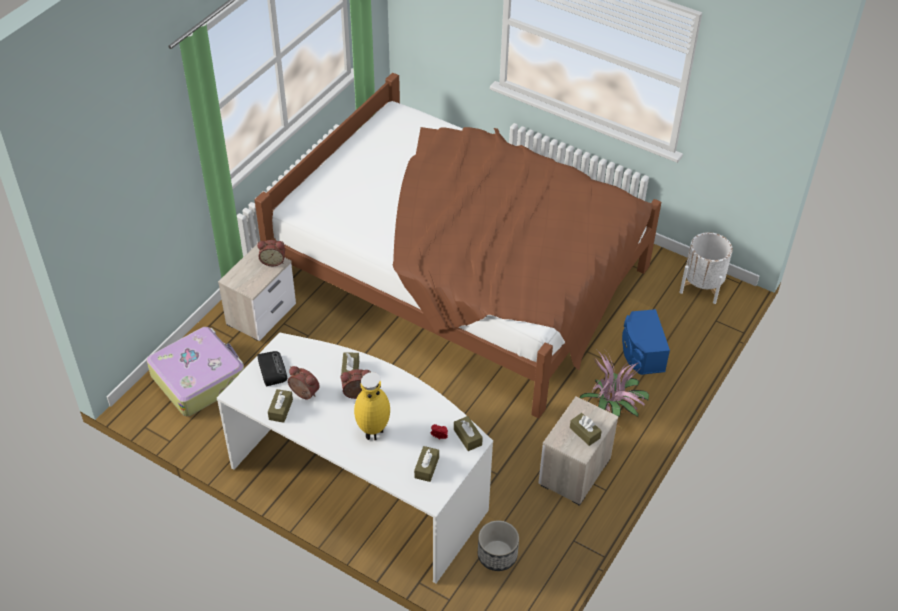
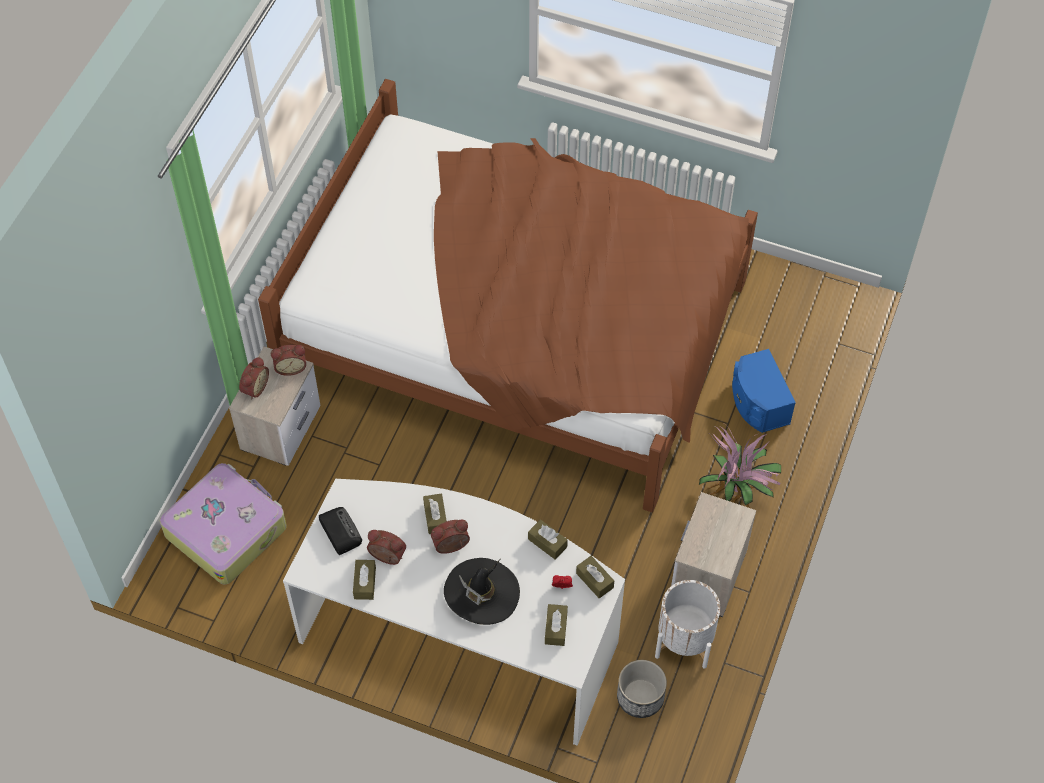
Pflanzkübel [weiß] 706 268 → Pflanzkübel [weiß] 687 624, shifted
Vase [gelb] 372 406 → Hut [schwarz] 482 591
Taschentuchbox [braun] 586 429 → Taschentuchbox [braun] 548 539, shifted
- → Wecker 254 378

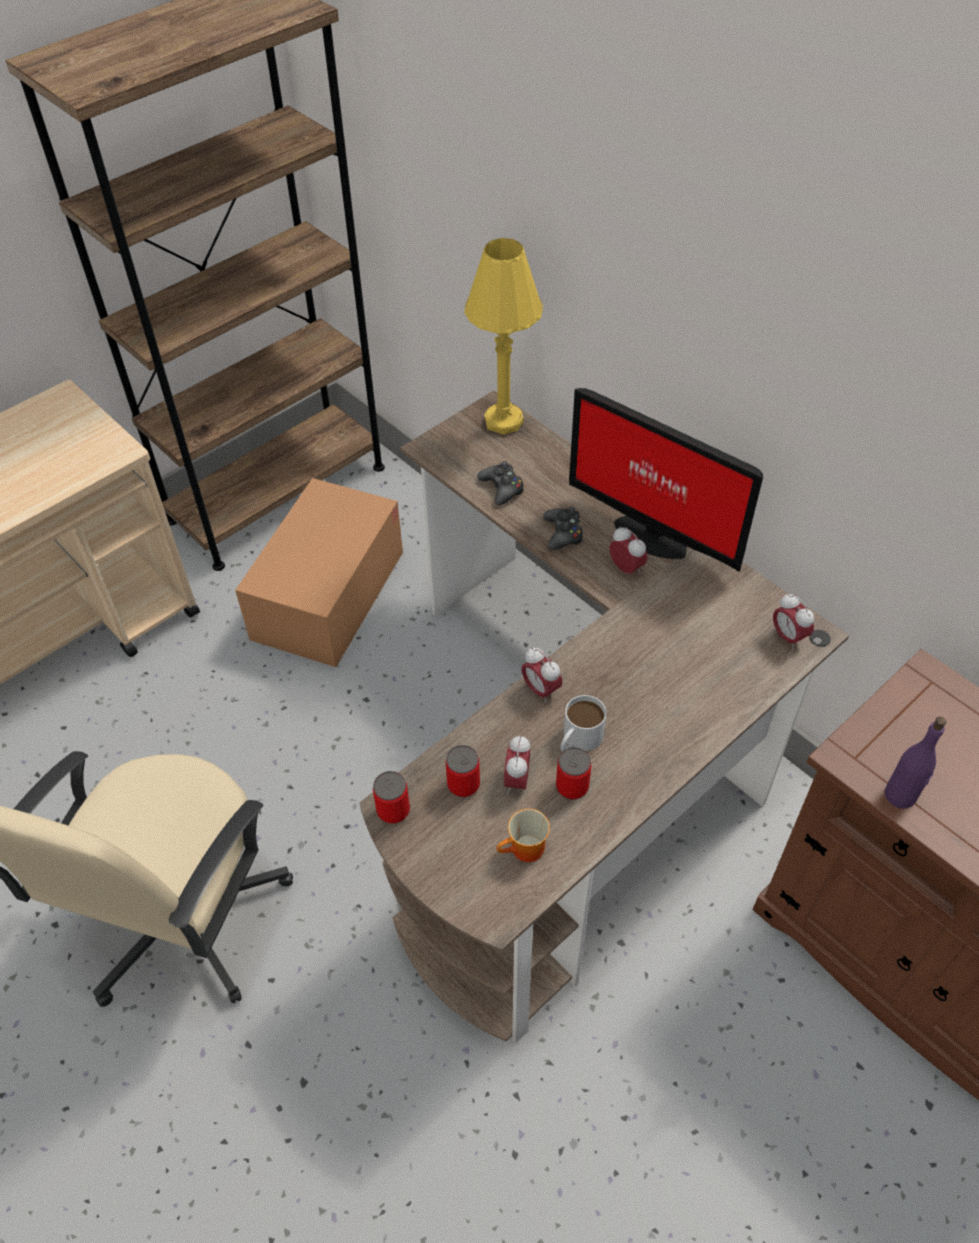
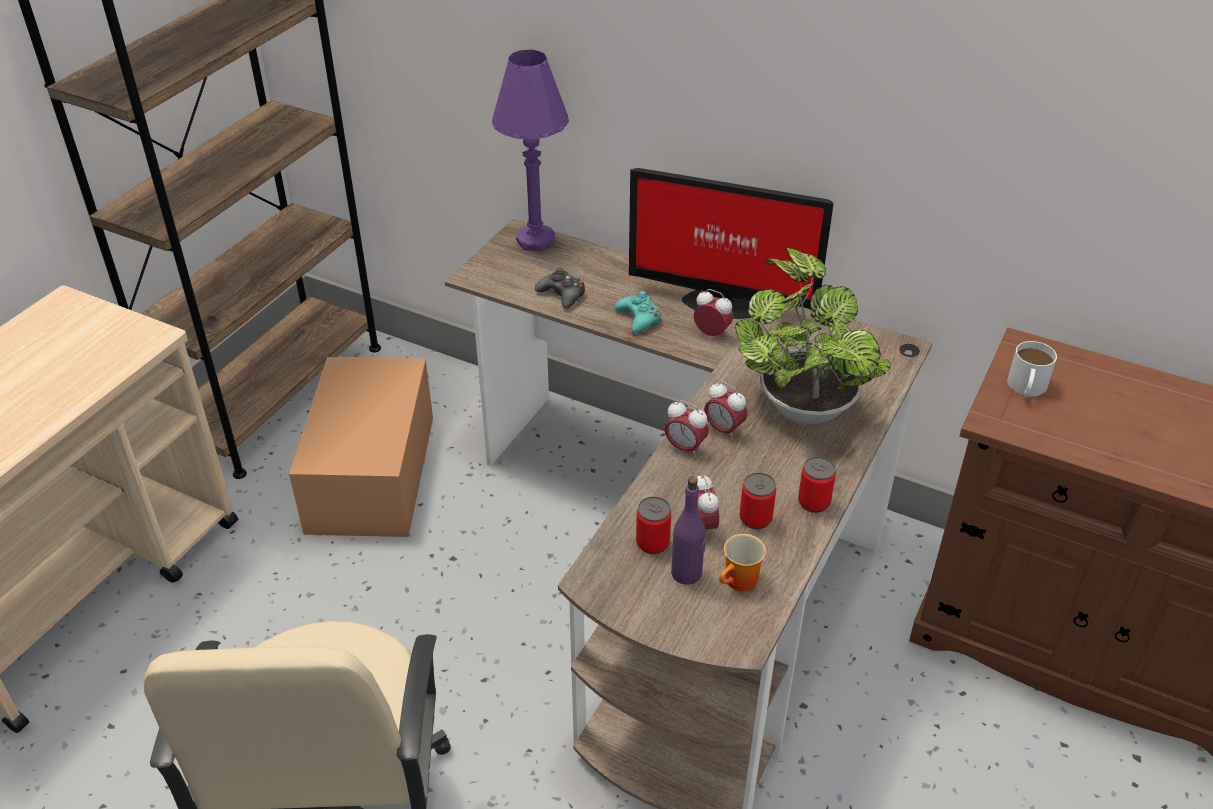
Tischlampe [gelb] 503 336 → Tischlampe [lila] 530 151
Gamepad [schwarz] 563 528 → Gamepad [türkis] 638 312
Wecker 793 621 → Wecker 725 411, shifted
Henkelbecher [weiß] 583 723 → Henkelbecher [weiß] 1032 369, shifted
Flasche [lila] 915 763 → Flasche [lila] 688 530, shifted
Dose 391 797 → Dose 817 485, shifted
- → Topfpflanze 813 336

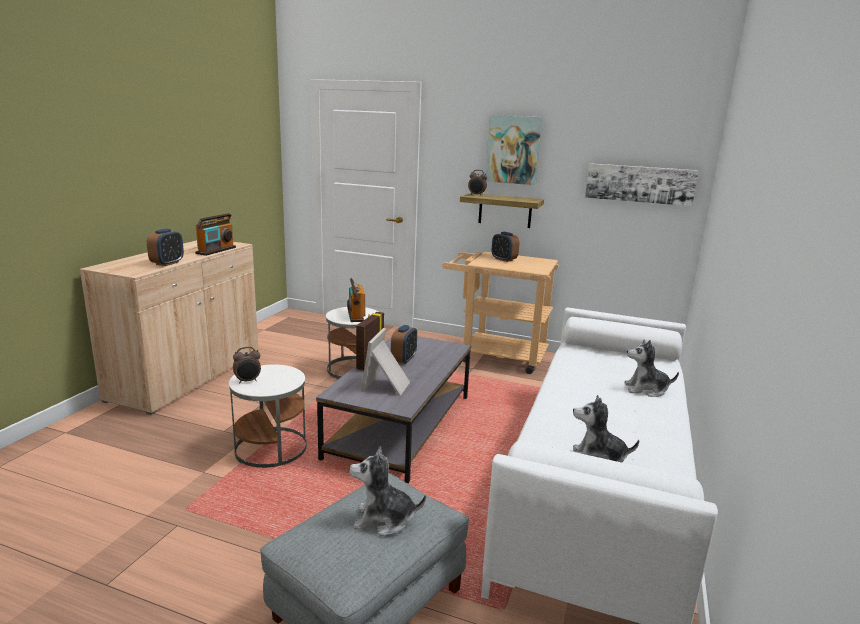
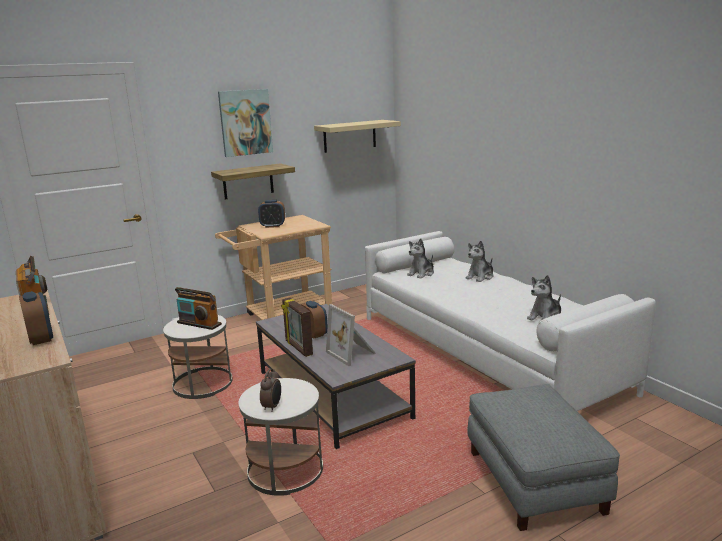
Bild 642 184 → Wandregal [beige] 357 136
Wecker 477 183 → -
Plüschtier 388 491 → Plüschtier 420 258, shifted

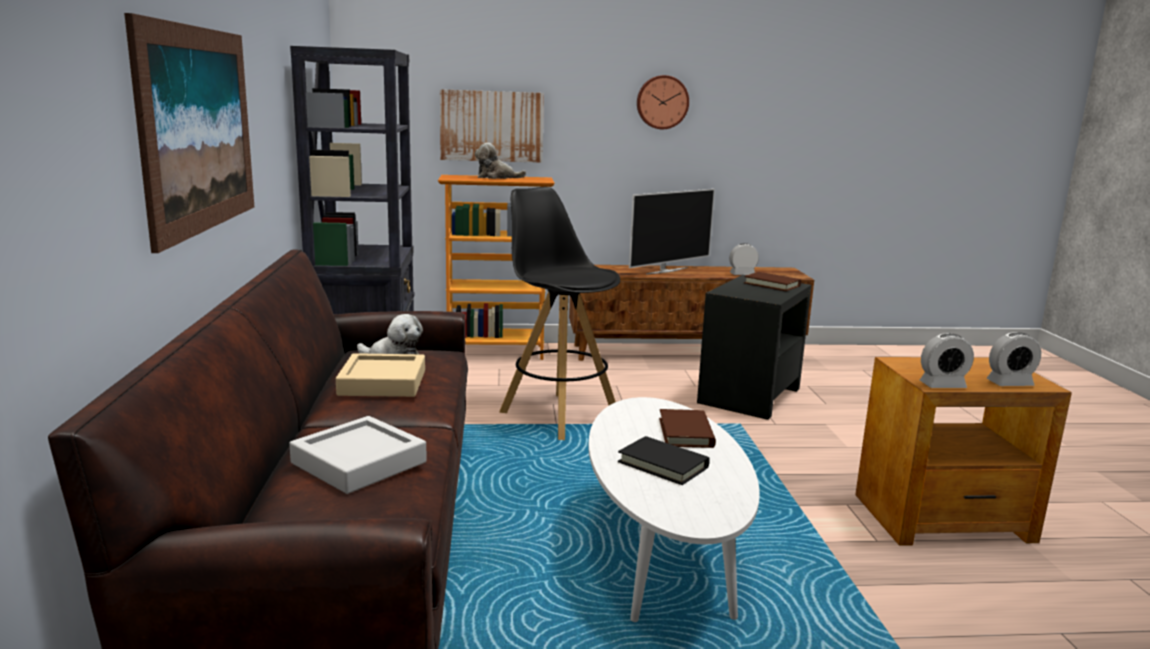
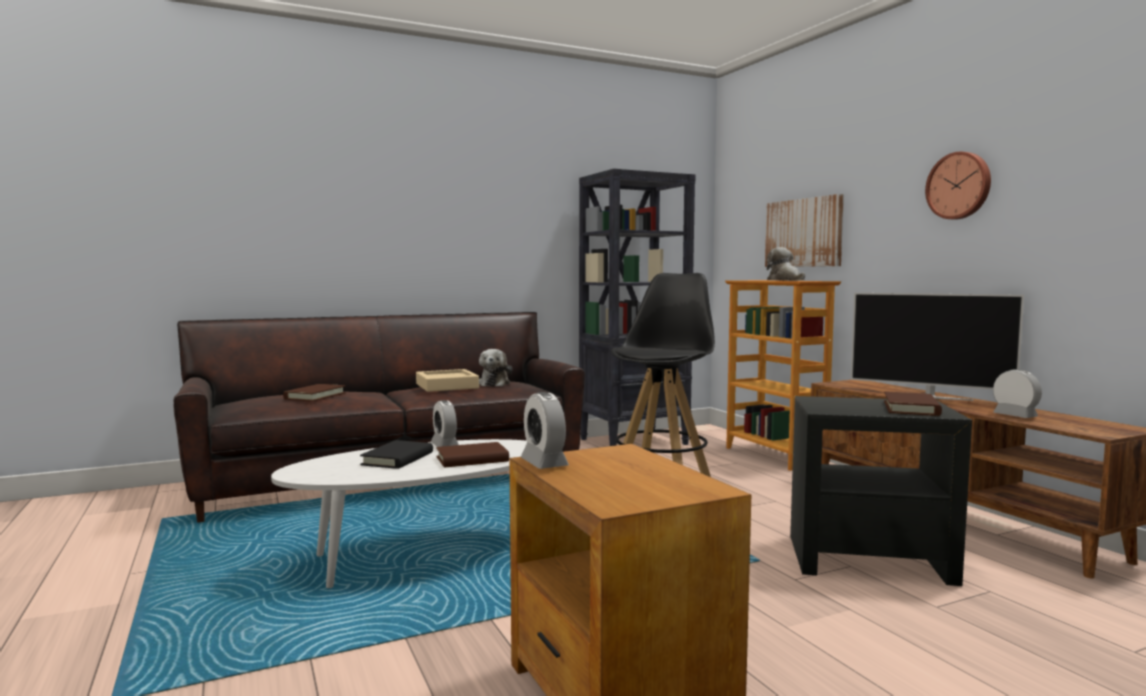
Bild 189 133 → -
Wecker 1013 359 → Wecker 445 423, shifted
Tablett [grau] 358 455 → Buch [braun] 314 393

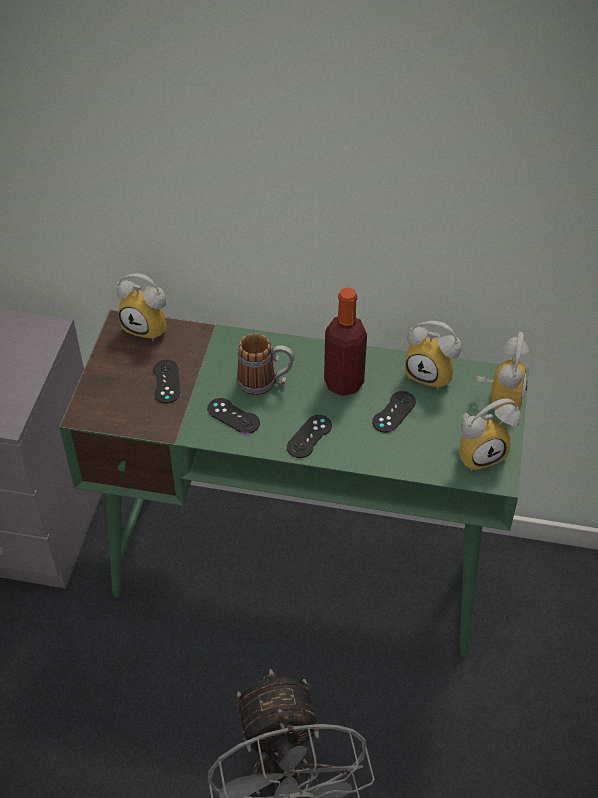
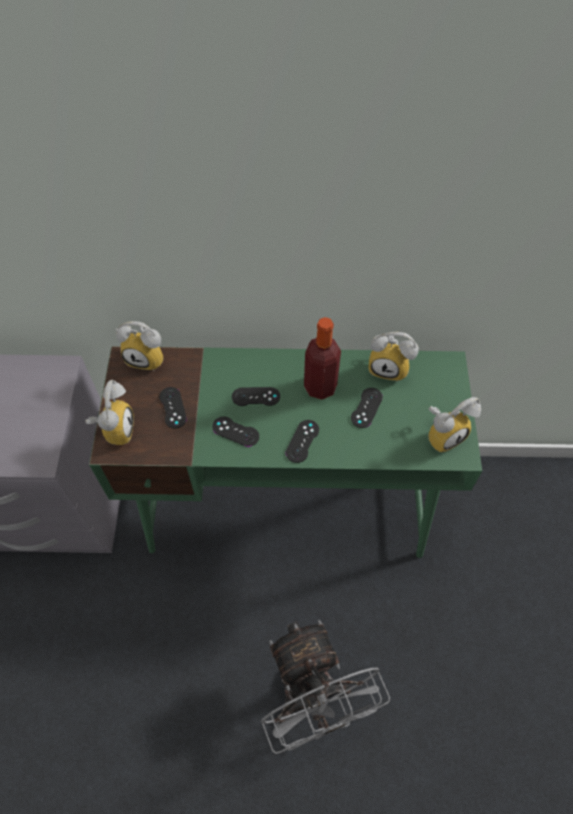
Wecker 502 371 → Wecker 110 412, shifted
Henkelbecher 265 364 → Gamepad [schwarz] 256 396

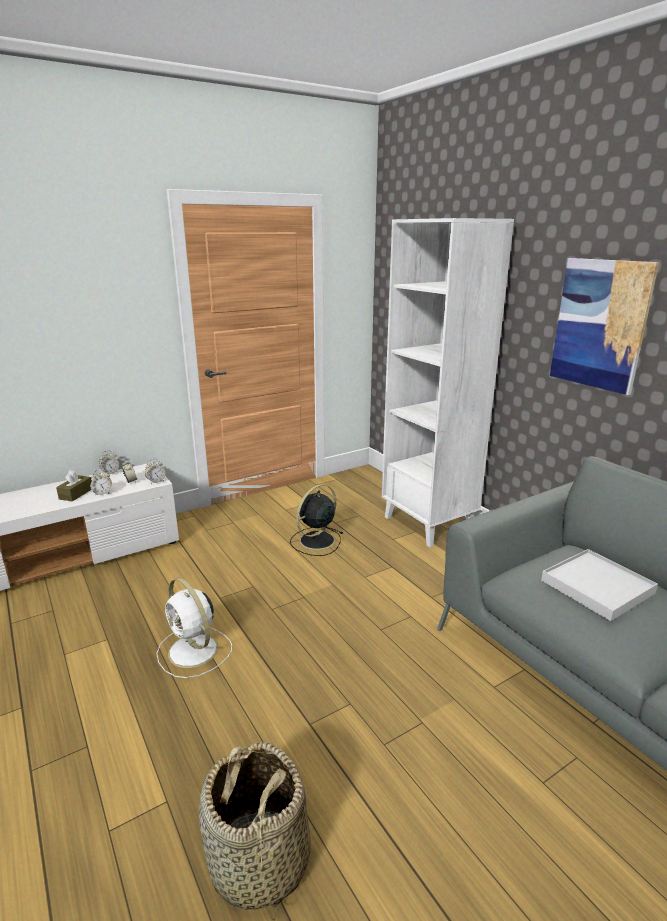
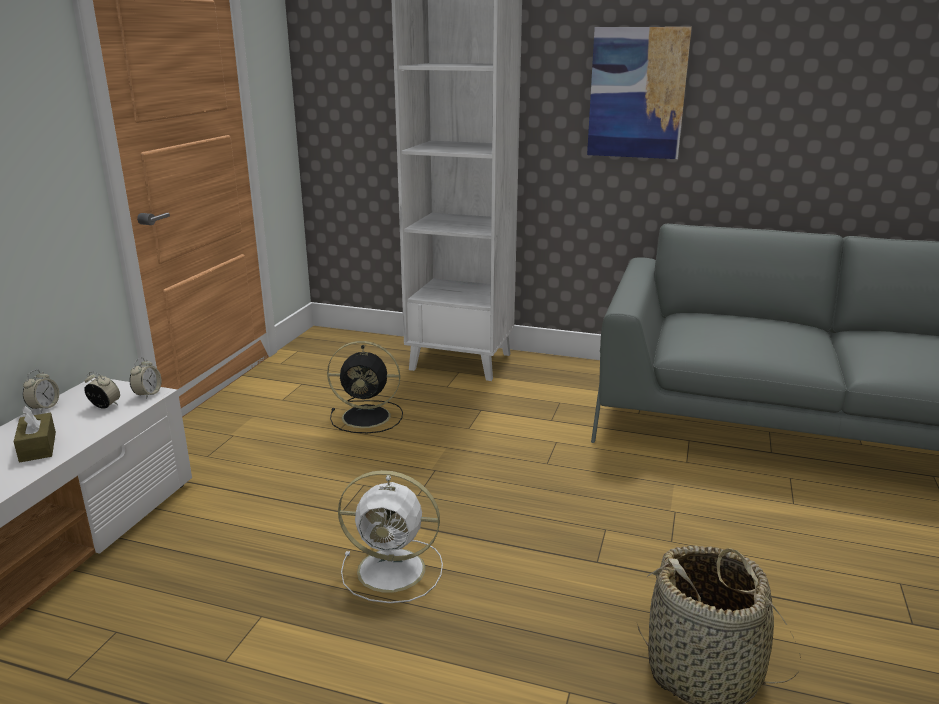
Wecker 101 482 → -
Ventilator [schwarz] 316 520 → Ventilator [schwarz] 365 387, 90 degrees counterclockwise
Tablett [weiß] 599 585 → -

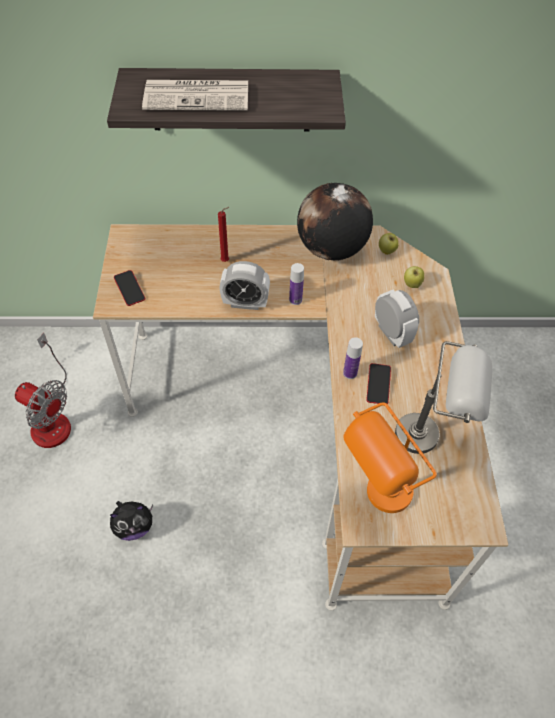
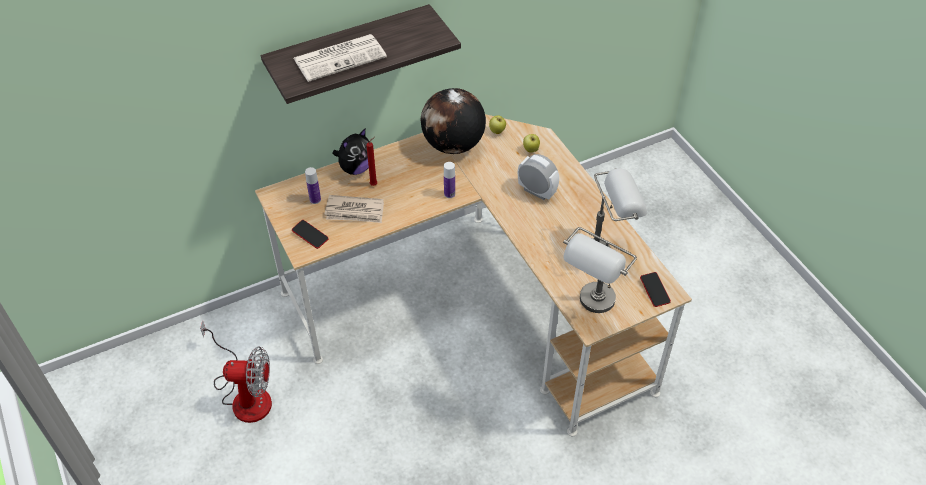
Wecker 245 285 → -
Flasche 353 358 → Flasche 313 185, shifted
Handy 378 383 → Handy 655 289, shifted
Tischlampe [orange] 390 457 → Tischlampe [grau] 600 270
Plüschtier 131 521 → Plüschtier 351 152, shifted
- → Zeitung 354 209

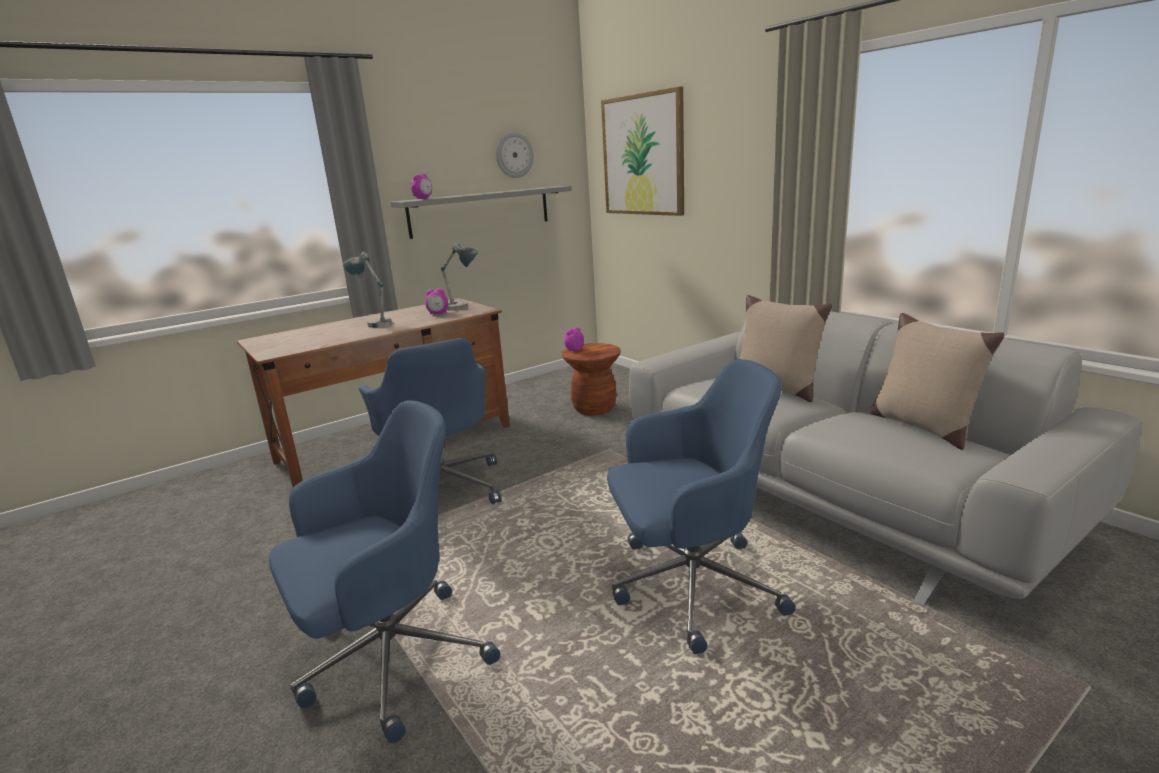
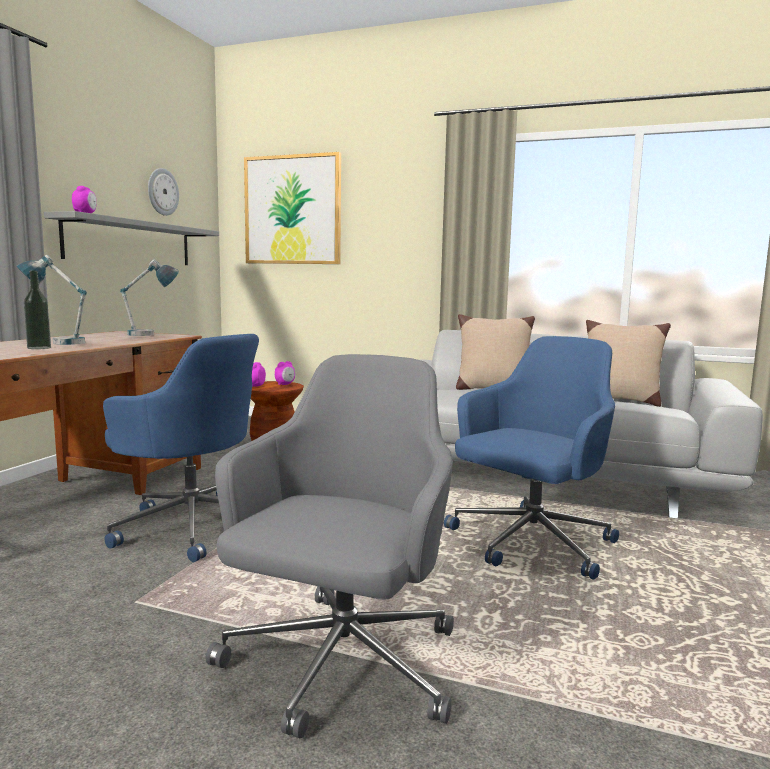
Wecker 436 301 → Wecker 285 373, shifted
Bürostuhl [blau] 384 572 → Bürostuhl [grau] 330 546
- → Flasche 37 310

